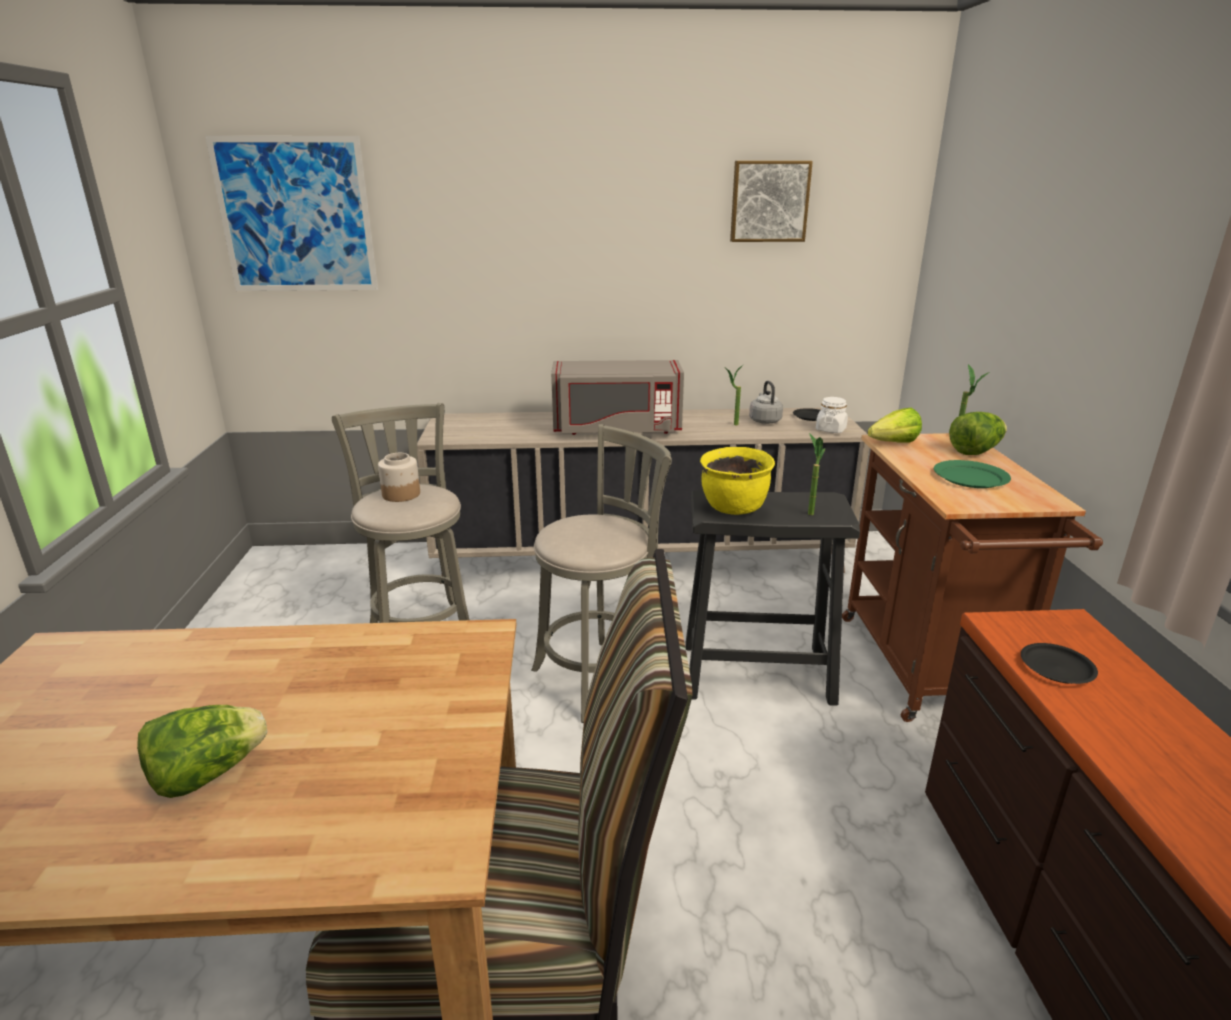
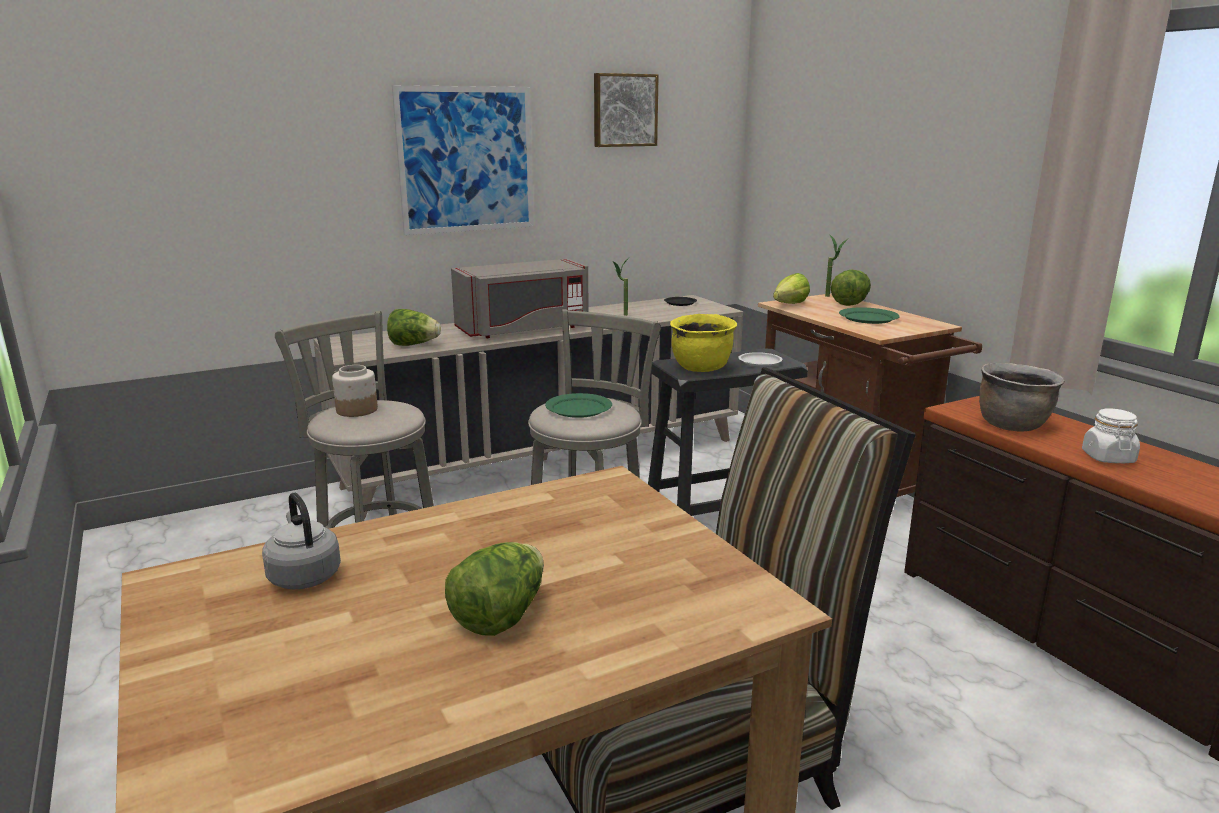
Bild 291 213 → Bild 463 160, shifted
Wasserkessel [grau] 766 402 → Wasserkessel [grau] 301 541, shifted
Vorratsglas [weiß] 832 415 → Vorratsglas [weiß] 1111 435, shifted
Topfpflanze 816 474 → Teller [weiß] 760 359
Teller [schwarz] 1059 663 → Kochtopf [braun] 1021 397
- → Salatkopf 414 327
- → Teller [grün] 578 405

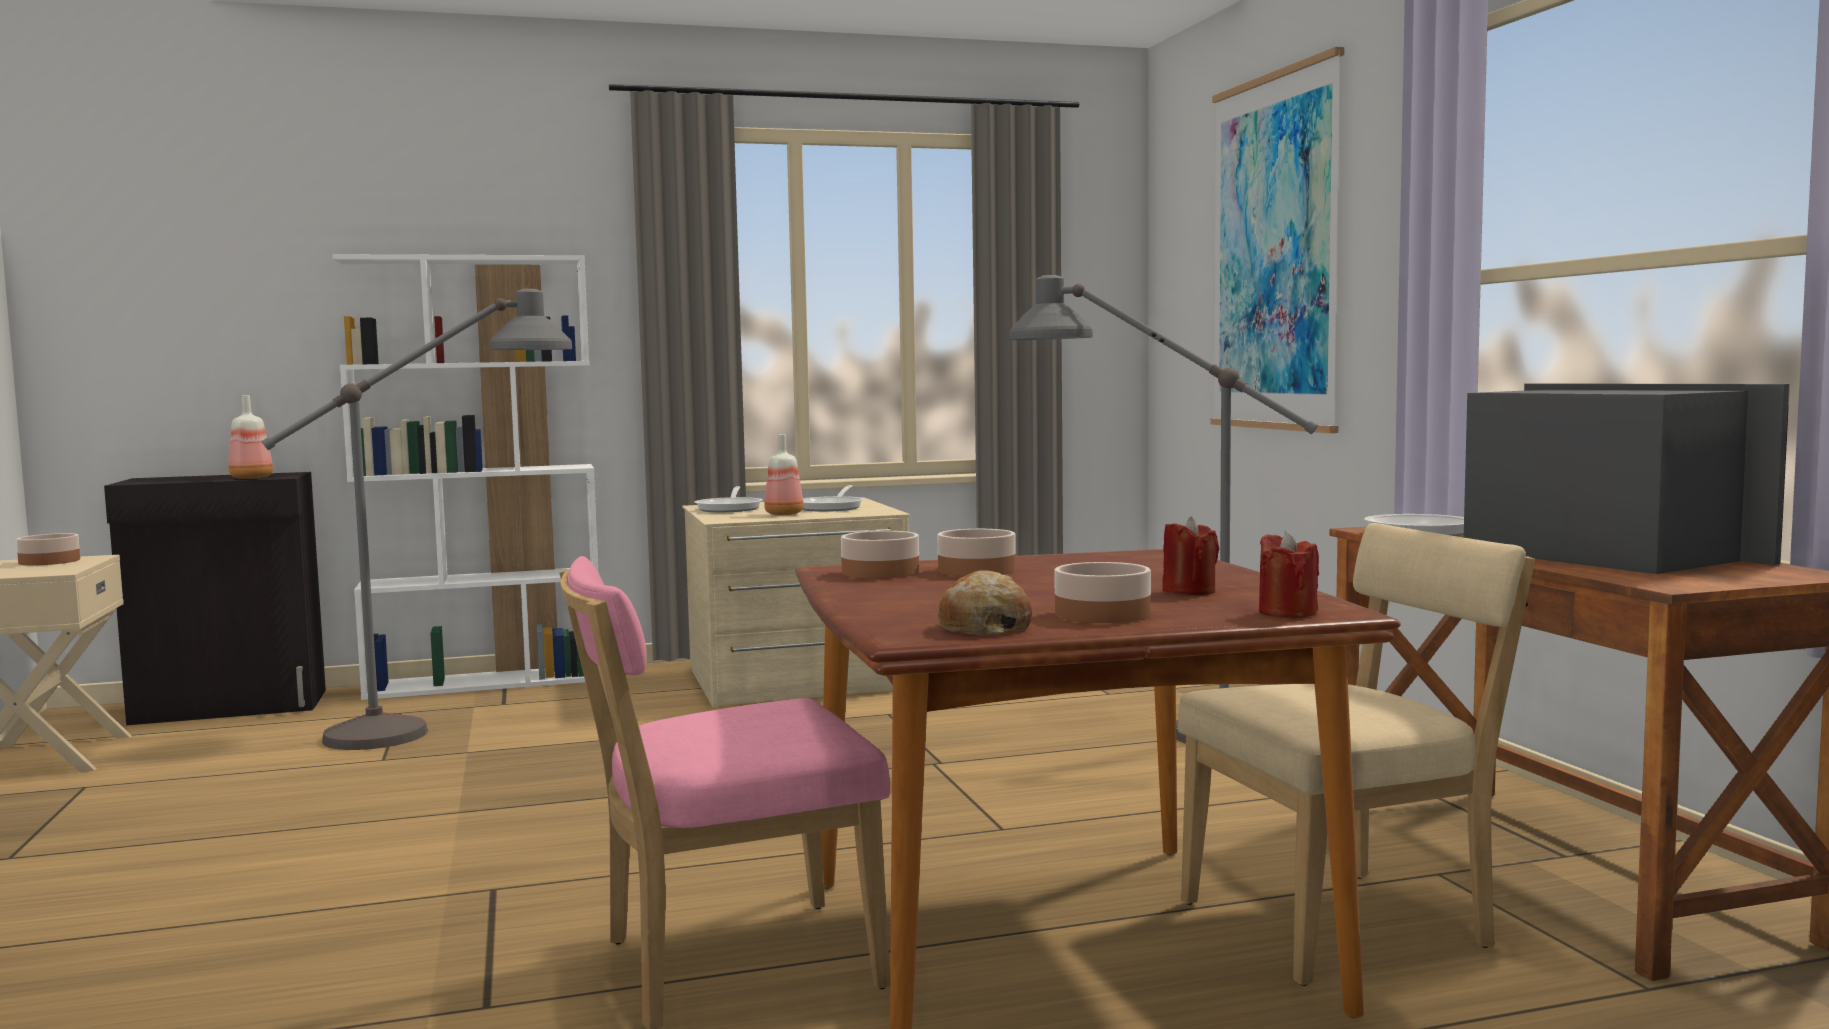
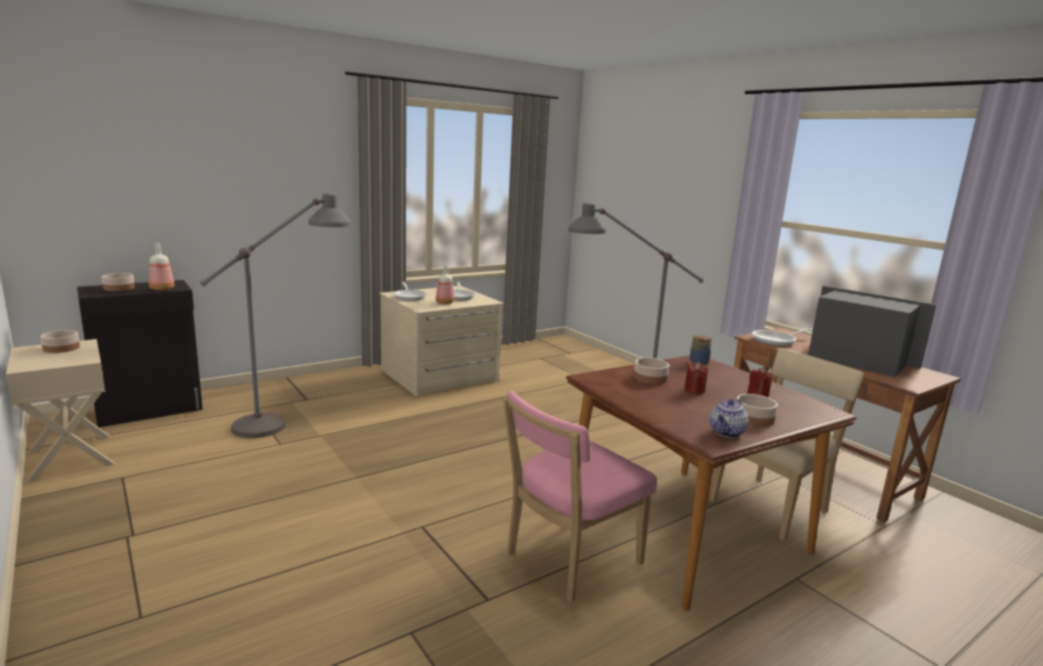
Bild 1277 240 → -
Bücherregal [weiß] 465 477 → -
Kerze [rot] 1289 574 → Kerze [rot] 696 377, shifted
Schüssel 880 555 → Schüssel 118 282, shifted
Brot 985 602 → Teekanne 729 418
- → Vorratsglas 701 350

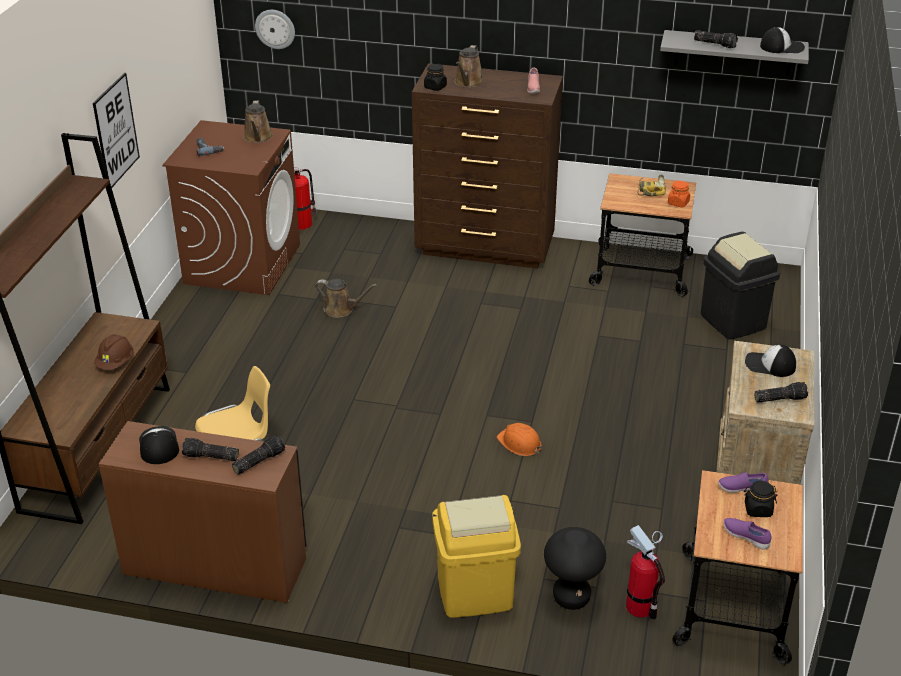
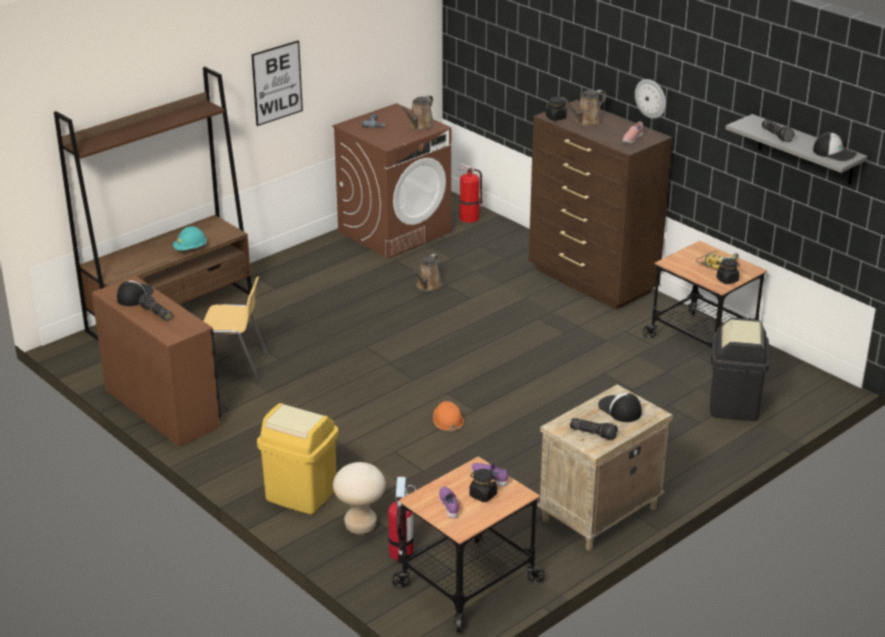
Wanduhr 275 29 → Wanduhr 650 99, shifted
Vorratsglas [orange] 679 194 → Vorratsglas [schwarz] 728 271
Gießkanne [braun] 346 298 → Gießkanne [braun] 427 272, 60 degrees clockwise
Schutzhelm [braun] 114 352 → Schutzhelm [türkis] 190 238
Taschenlampe 258 455 → -
Hocker [schwarz] 575 568 → Hocker [beige] 359 498

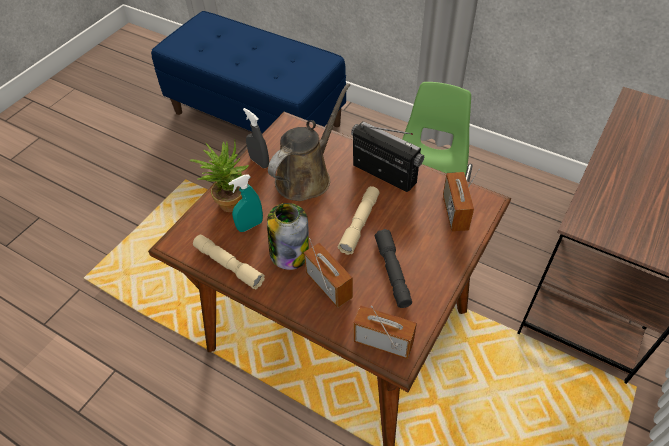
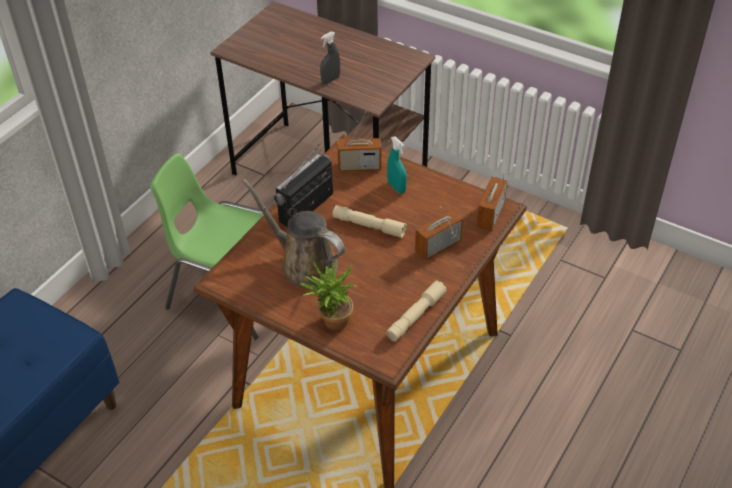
Sprühflasche [grau] 256 138 → Sprühflasche [grau] 330 58, shifted
Sprühflasche [türkis] 245 203 → Sprühflasche [türkis] 397 165, shifted
Vorratsglas 288 236 → -
Taschenlampe [grau] 393 268 → -

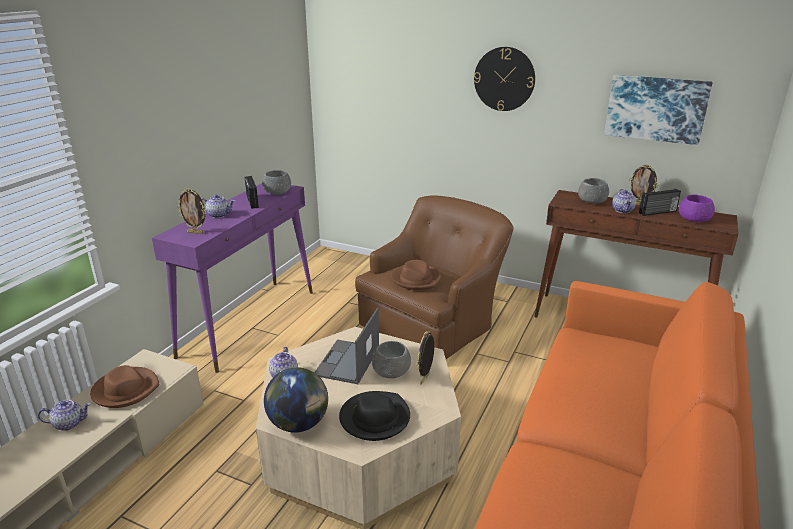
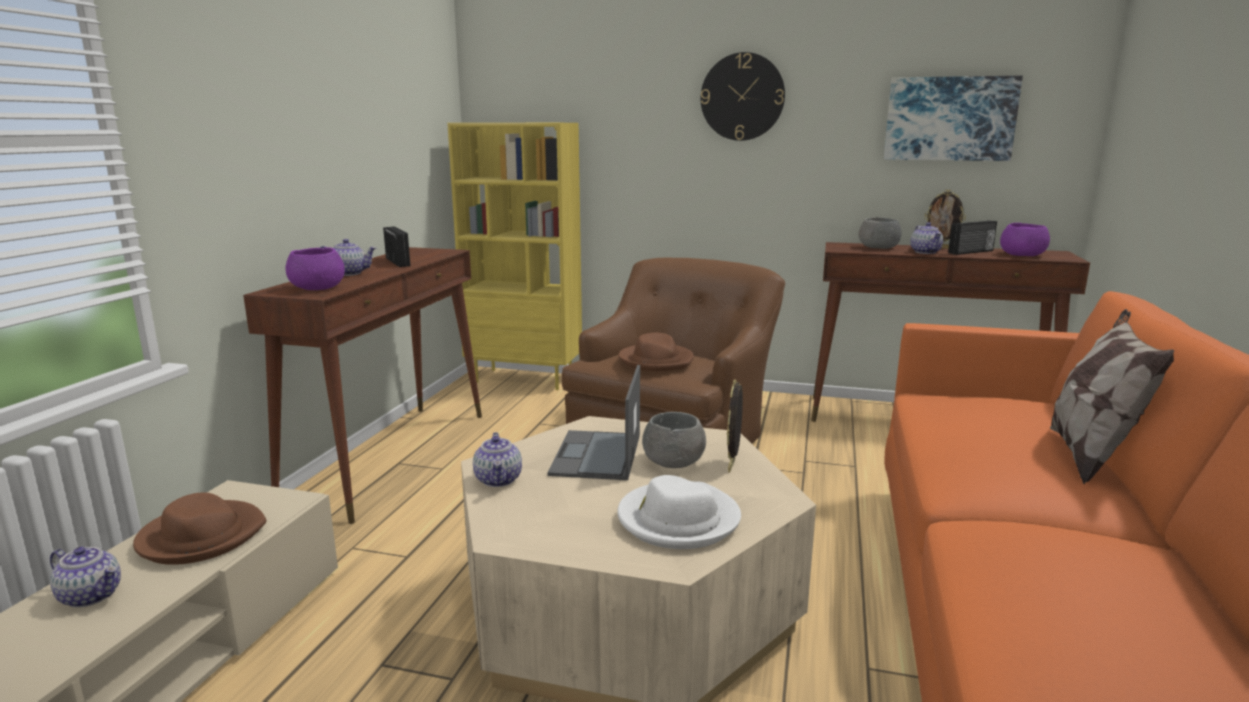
Schüssel [grau] 276 182 → -
Konsolentisch [lila] 232 278 → Konsolentisch [braun] 362 385
Bilderrahmen 191 211 → Schüssel [lila] 315 268
Globus 296 400 → -
Hut [schwarz] 374 416 → Hut [weiß] 679 512
Teekanne 64 415 → Teekanne 85 577, 45 degrees clockwise
- → Bücherregal [gelb] 514 256
- → Kissen 1112 397

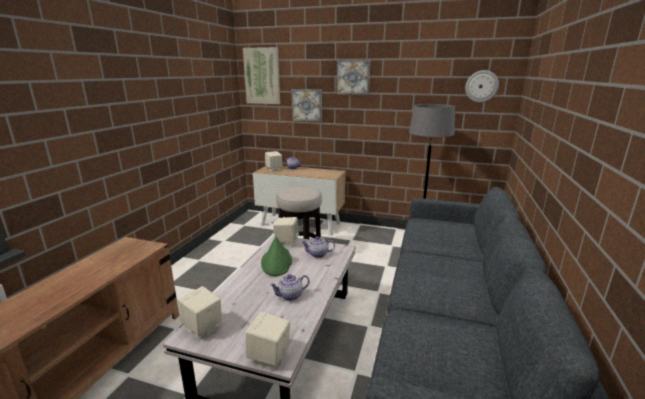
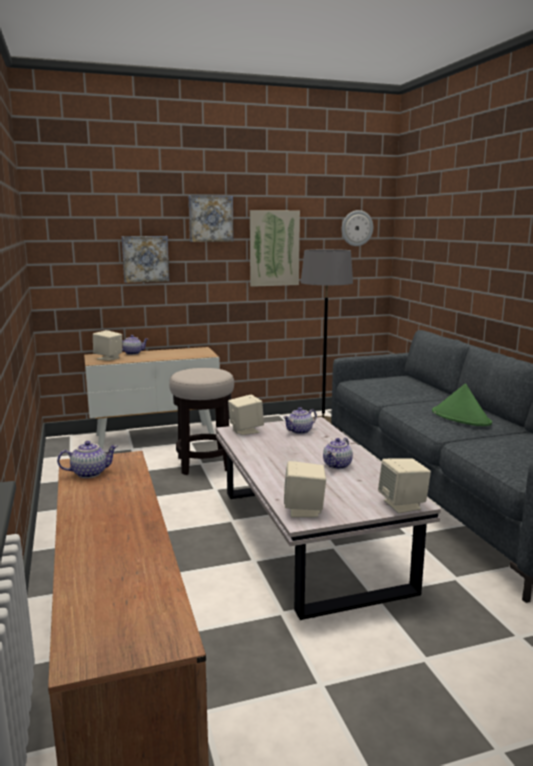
Bild 261 75 → Bild 275 248, shifted
Hut [grün] 276 256 → Hut [grün] 462 404, shifted
- → Teekanne 87 459

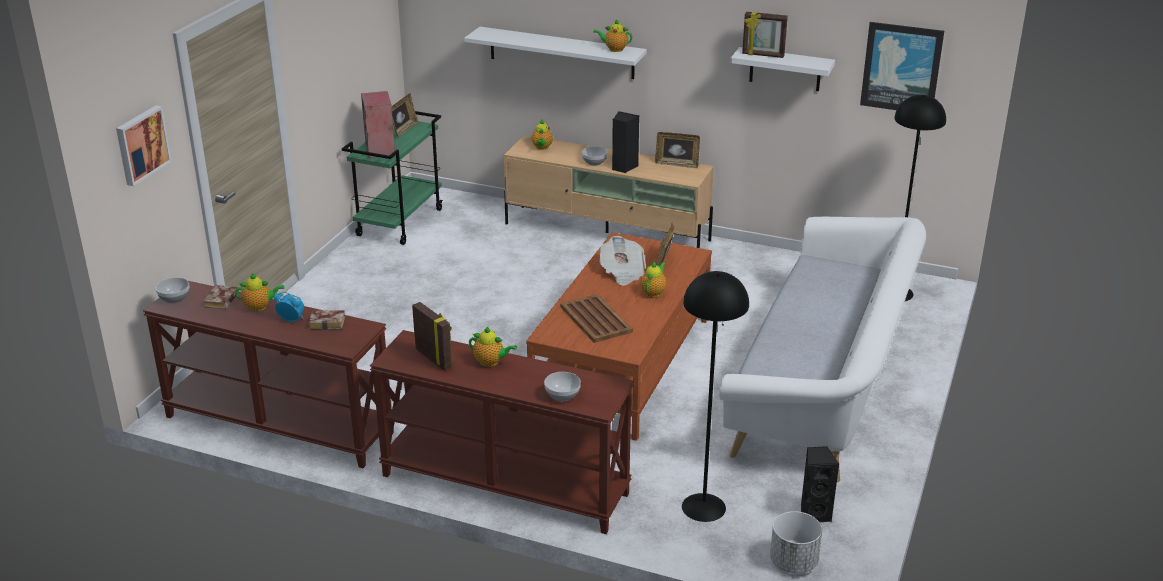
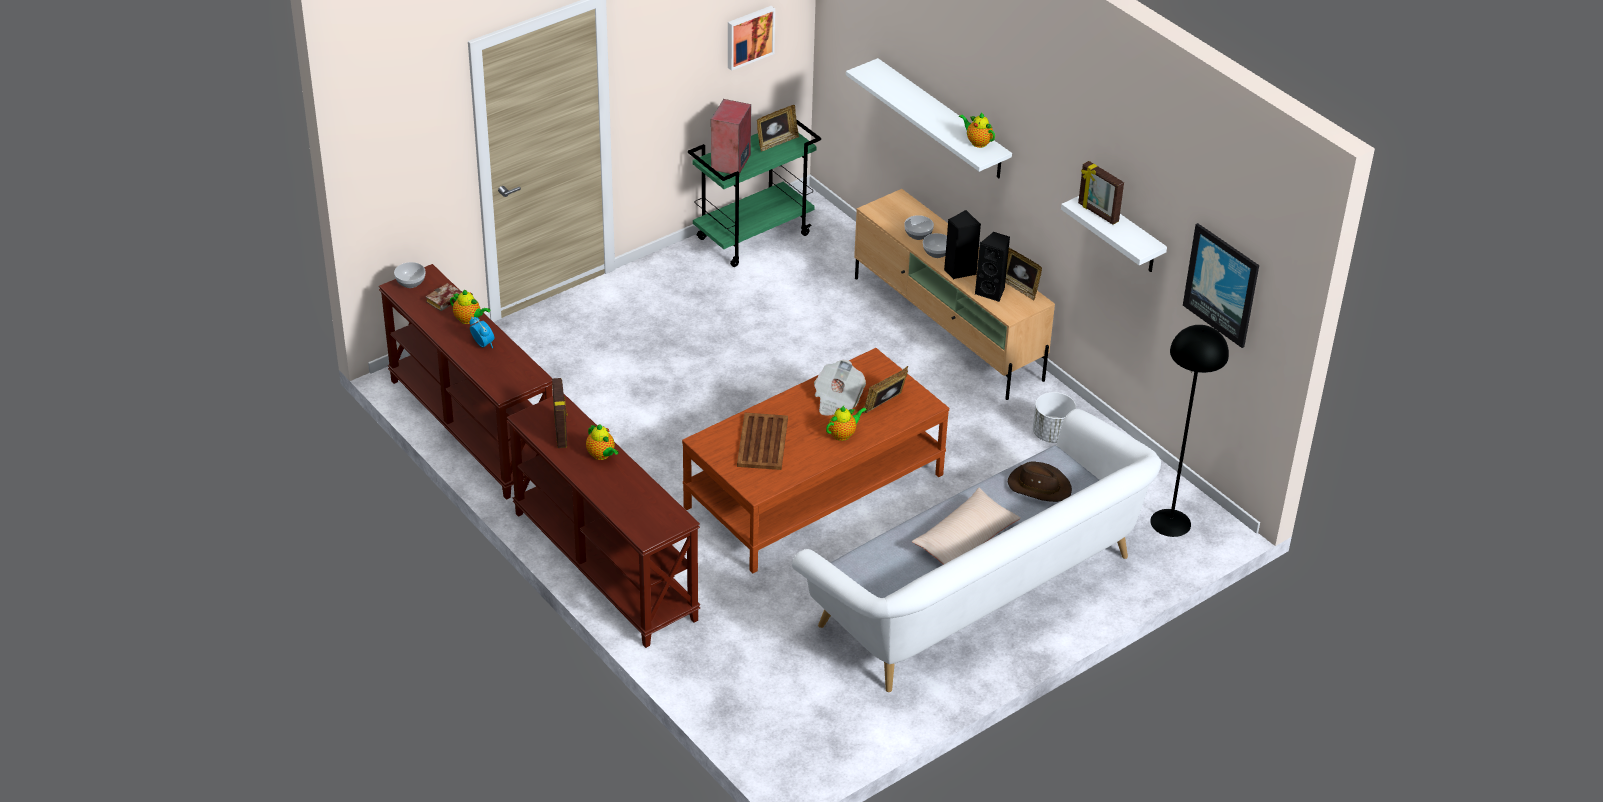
Bild 144 146 → Bild 751 38, shifted
Teekanne 542 135 → -
Stehlampe [schwarz] 715 396 → -
Buch 326 320 → -
Schüssel 562 387 → Schüssel 919 227, shifted
Lautsprecher [schwarz] 820 484 → Lautsprecher [schwarz] 992 267, shifted
Pflanzkübel [weiß] 796 542 → Pflanzkübel [weiß] 1054 417, shifted
- → Hut [braun] 1040 481
- → Kissen [beige] 966 526

